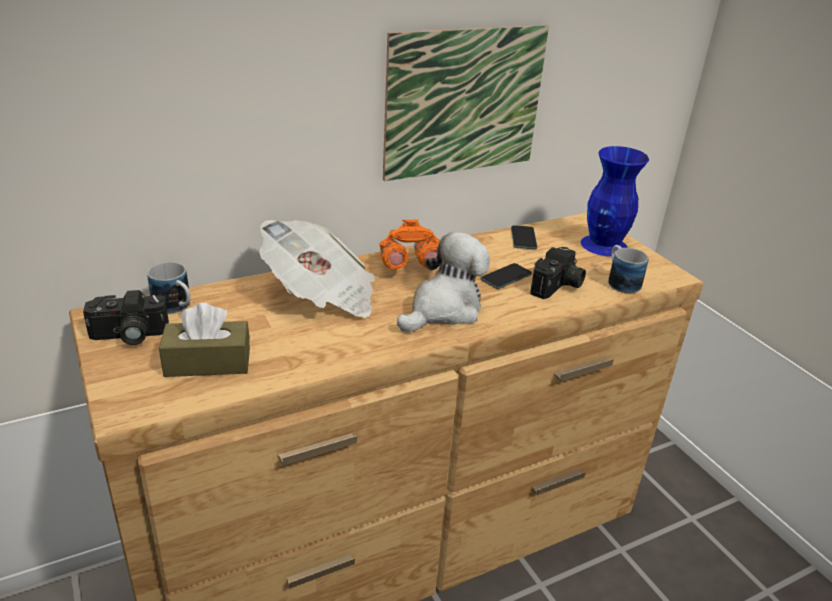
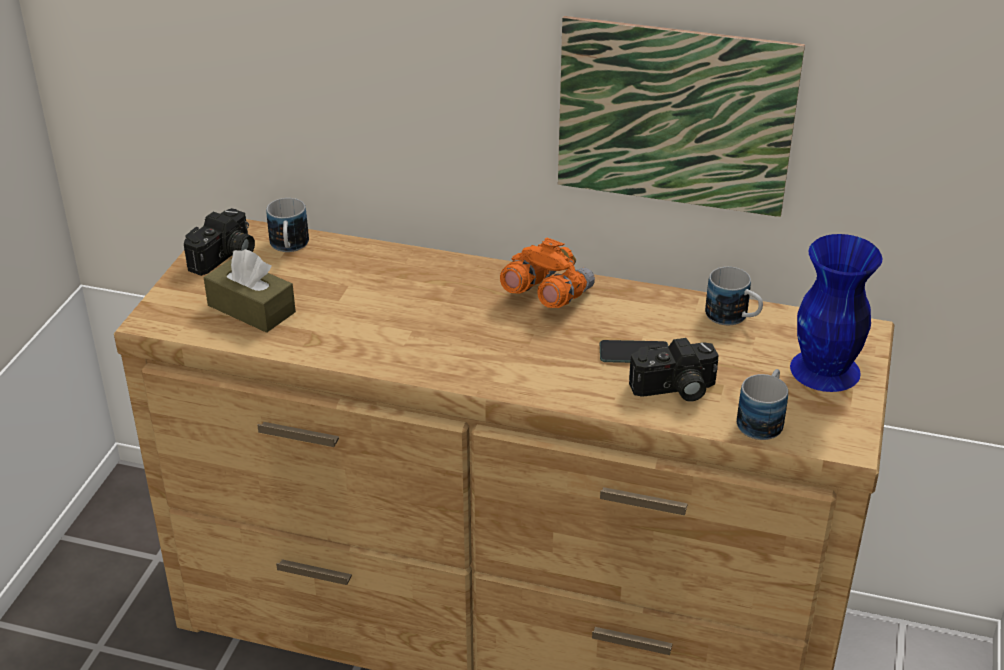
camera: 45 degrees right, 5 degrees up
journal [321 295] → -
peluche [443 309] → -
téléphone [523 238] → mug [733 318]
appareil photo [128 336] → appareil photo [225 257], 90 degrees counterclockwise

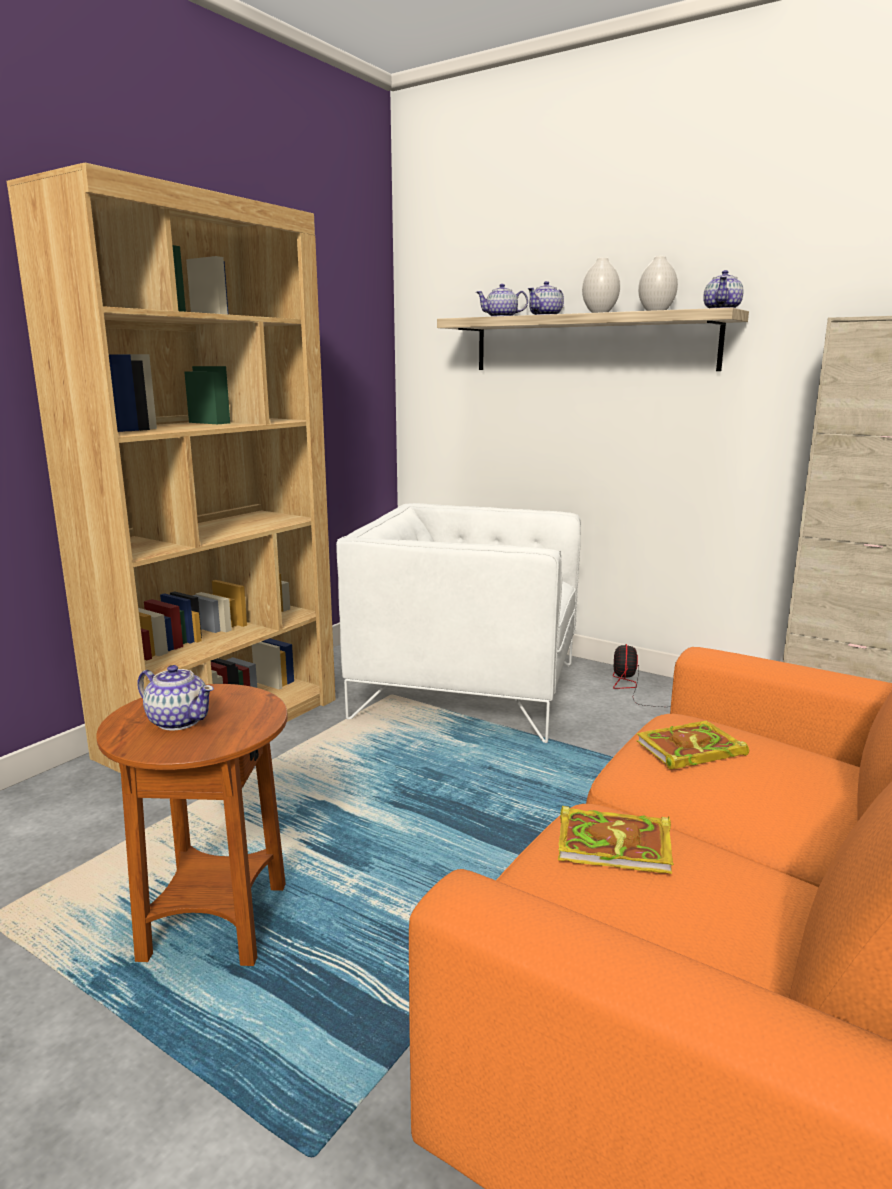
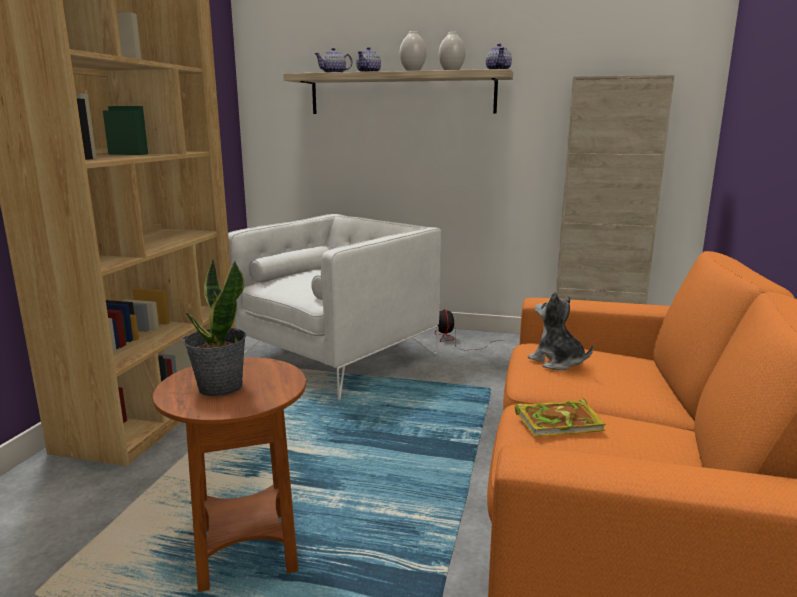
camera: 20 degrees left, 0 degrees up
théière [178 721] → plante en pot [220 387]
livre [688 751] → peluche [557 362]
fauteuil [blanc] [467 690] → fauteuil [blanc] [338 357], 135 degrees clockwise

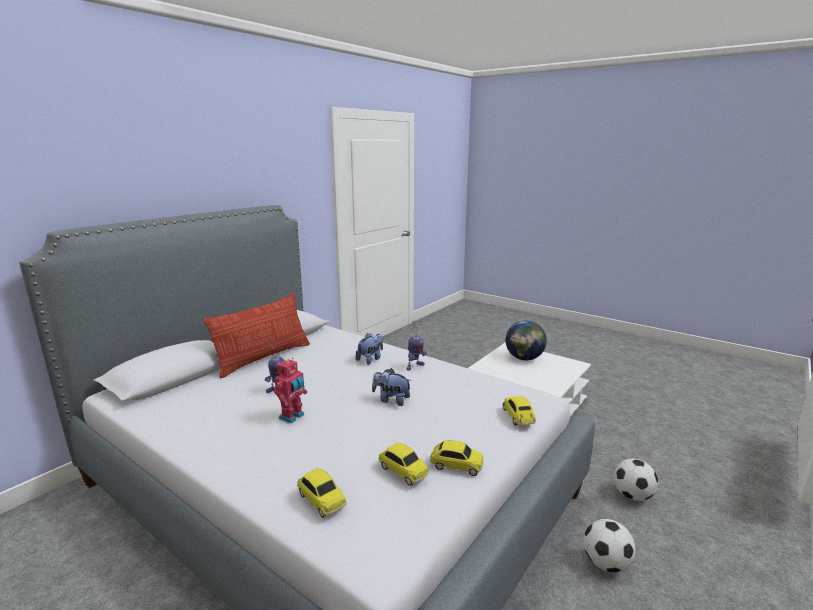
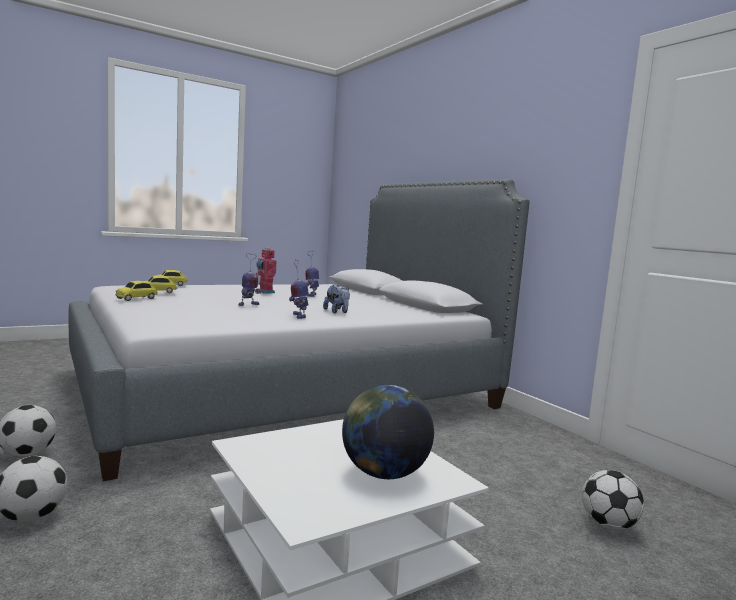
camera: 110 degrees right, 10 degrees down
coussin [263 358] → -
petite voiture [518 417] → -
- → ballon de foot [608 525]
peluche [391 400] → robot jouet [248 305]

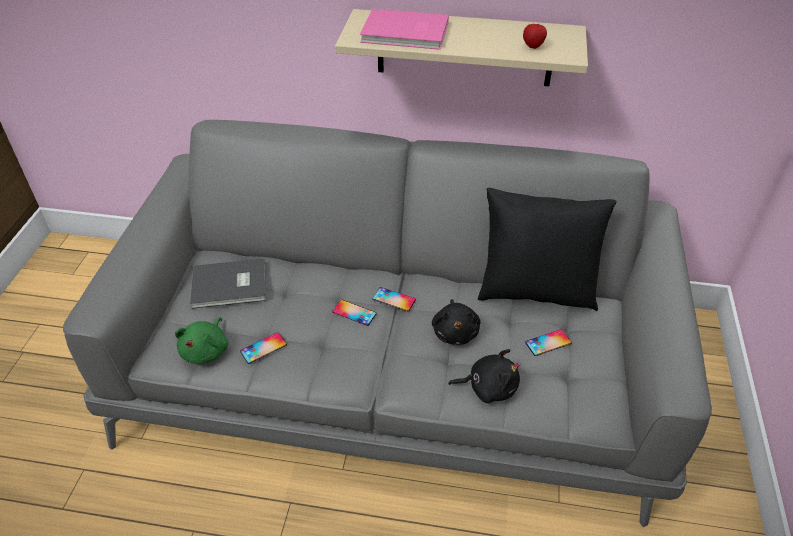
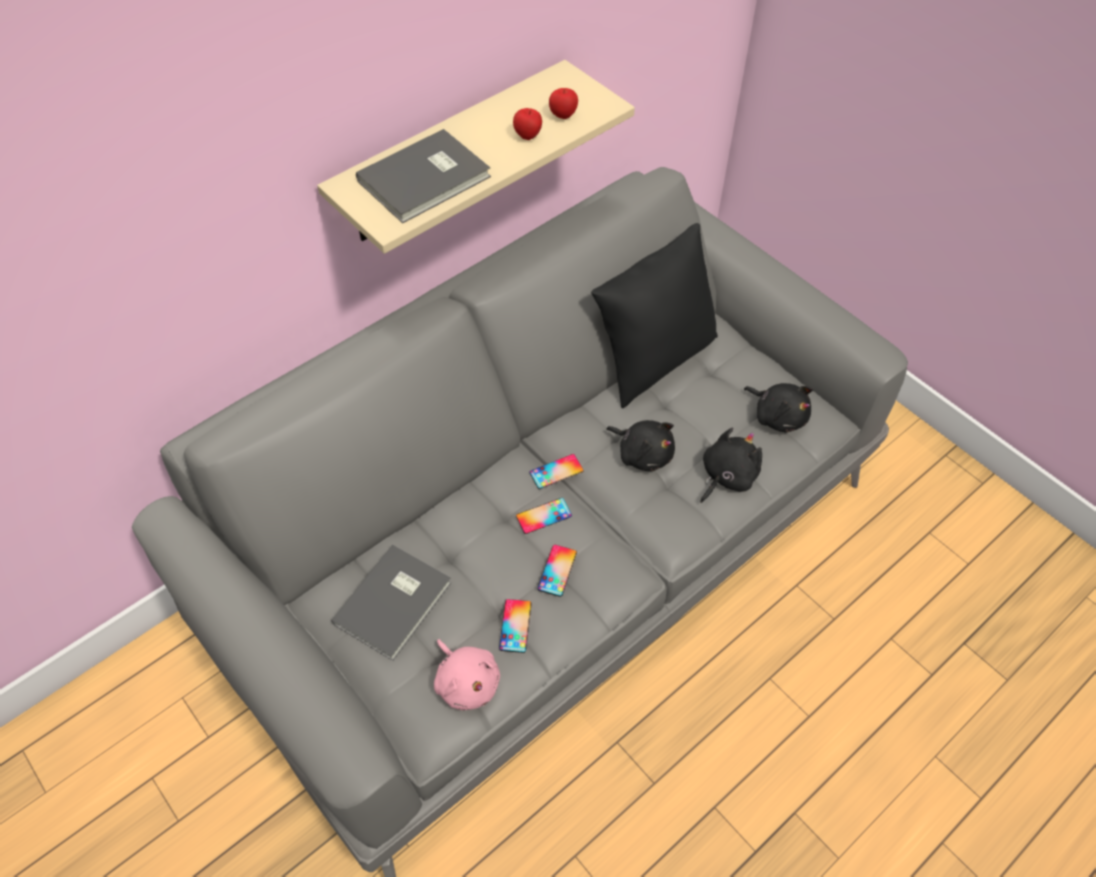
camera: 50 degrees left, 10 degrees up
- → pomme [528 136]
- → peluche [noir] [778 415]
téléphone [548 343] → téléphone [557 570], move
peluche [vert] [207 350] → peluche [rose] [466 682]
livre [rose] [406 33] → livre [gris] [427 179]

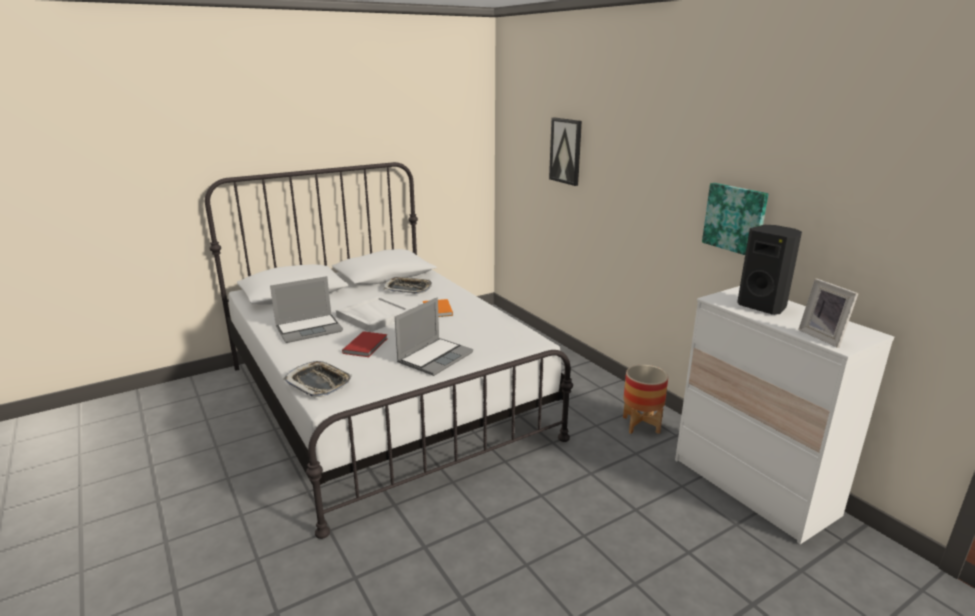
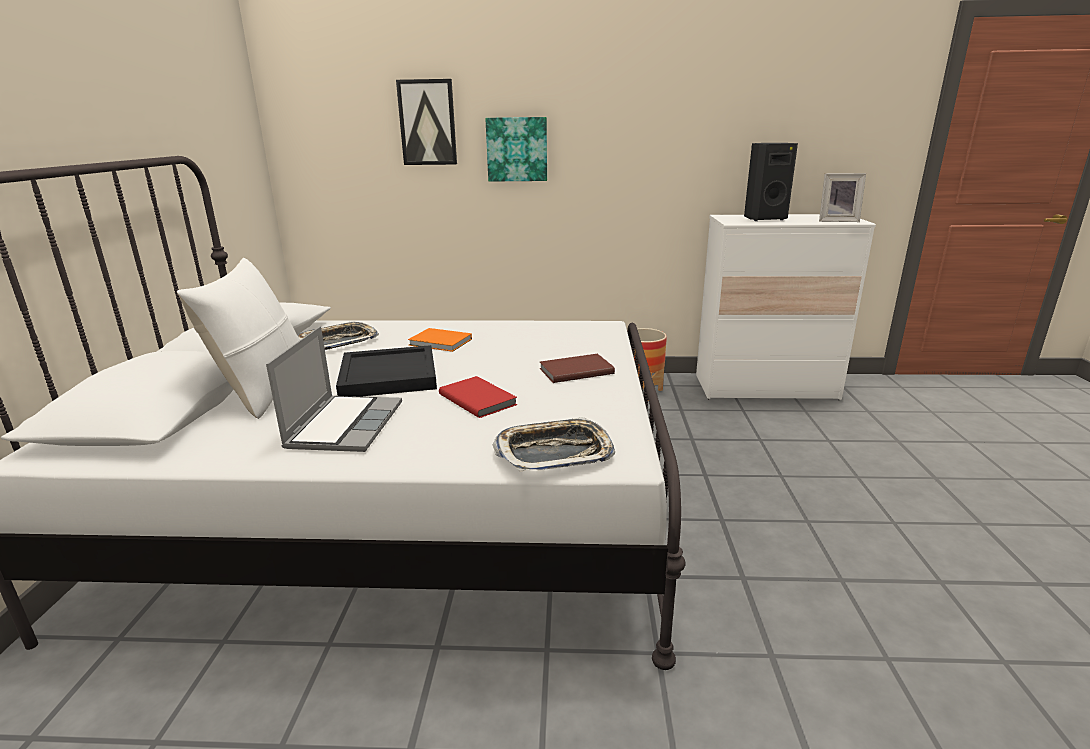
camera: 55 degrees left, 0 degrees up
- → coussin [blanc] [264 390]
tableau [735 218] → tableau [517 149], move
ordinateur portable [435 357] → livre [marron] [574 371]
plateau [blanc] [374 316] → plateau [noir] [387 376]

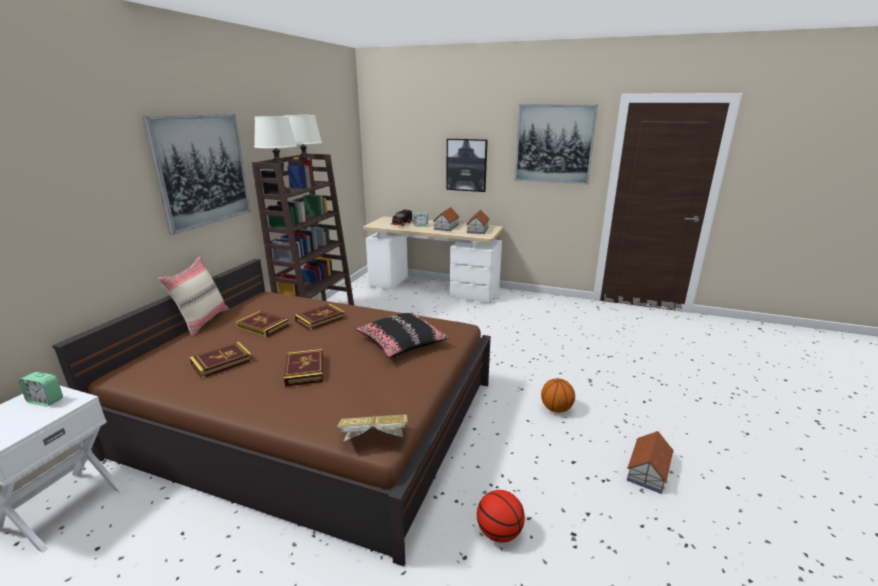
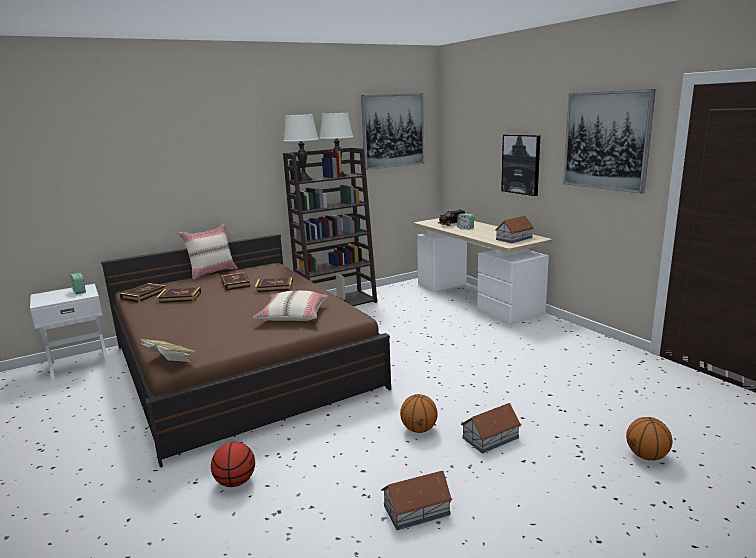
camera: 40 degrees right, 5 degrees down
- → ballon de basket [646 456]
tableau [202 170] → tableau [393 131], move
livre [305 370] → livre [144 295], move
maison miniature [446 227] → maison miniature [489 437], move
coussin [noir] [401 342] → coussin [beige] [293 315]

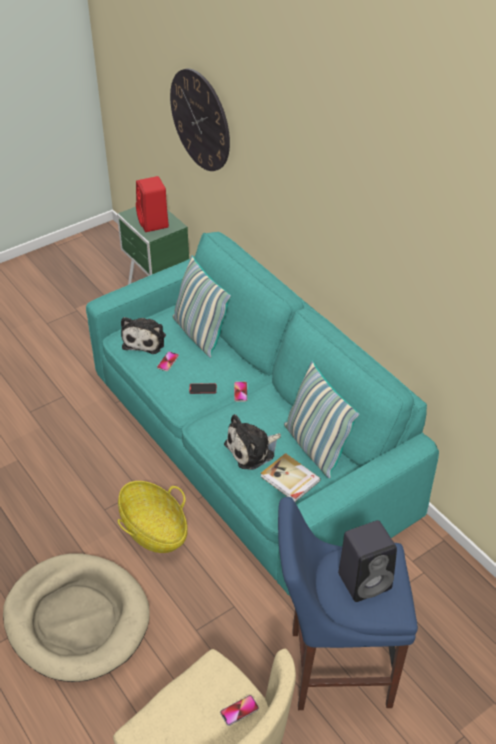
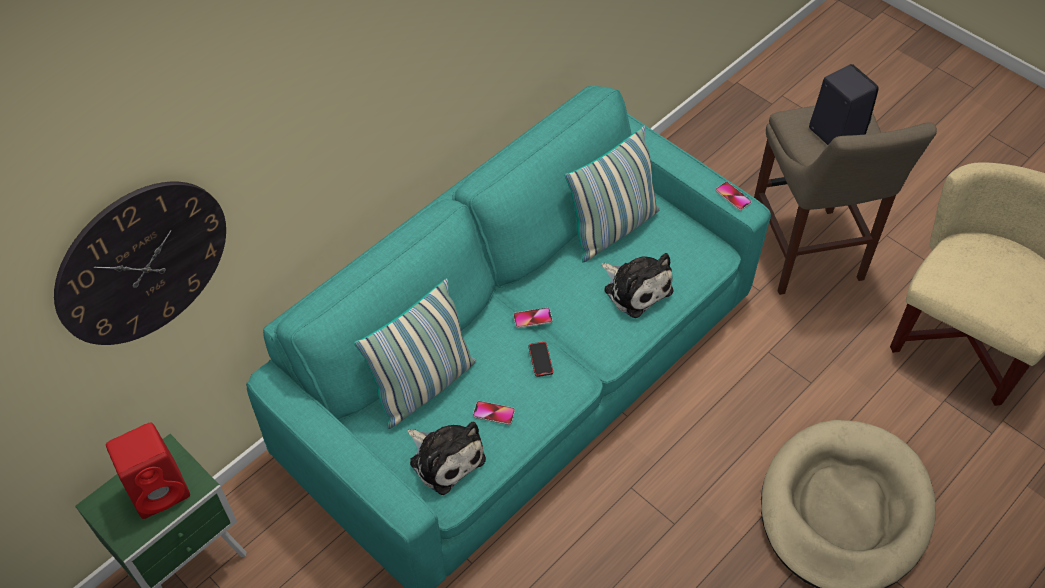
camera: 100 degrees left, 10 degrees up
panier [154 530] → -
livre [290 479] → -
téléphone [239 710] → téléphone [733 197], move
tabouret [bleu] [334 667] → tabouret [beige] [806 256]
peluche [145 340] → peluche [445 458], 45 degrees clockwise

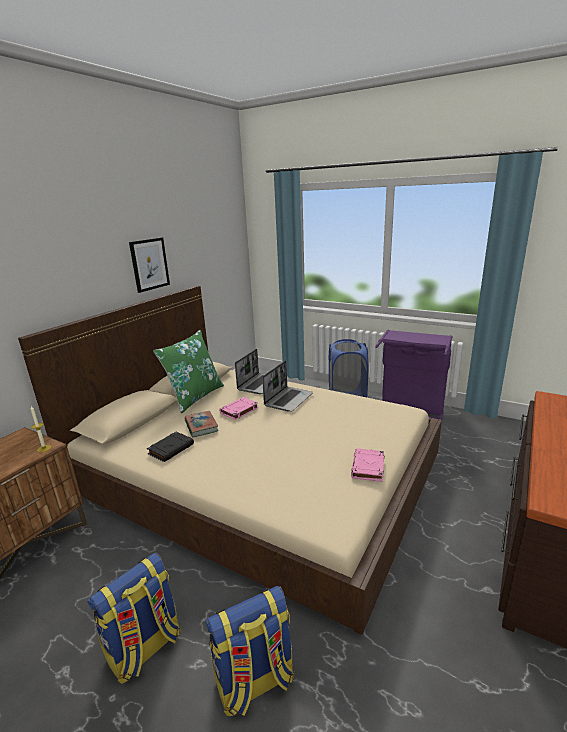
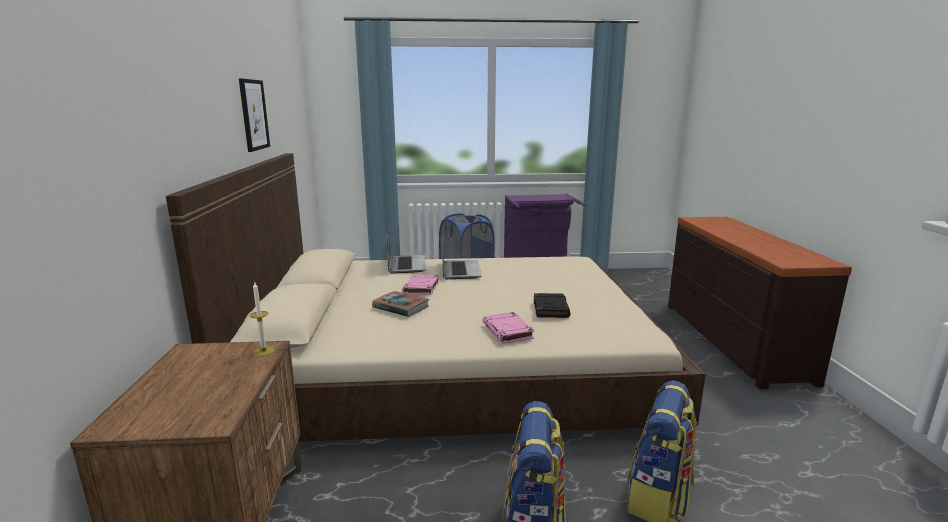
camera: 35 degrees left, 5 degrees down
coussin [vert] [195 396] → -
livre [noir] [171 449] → livre [noir] [550 308], move
livre [rose] [368 468] → livre [rose] [508 331], move

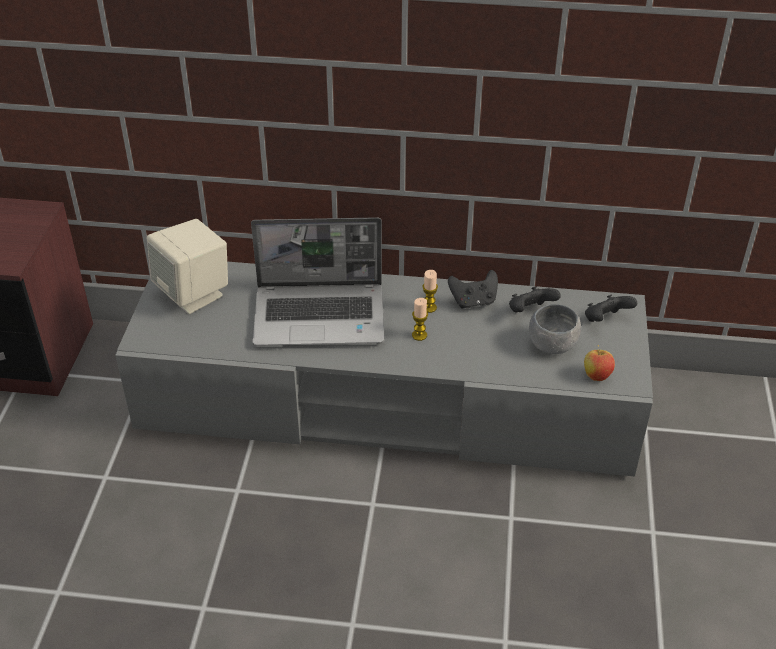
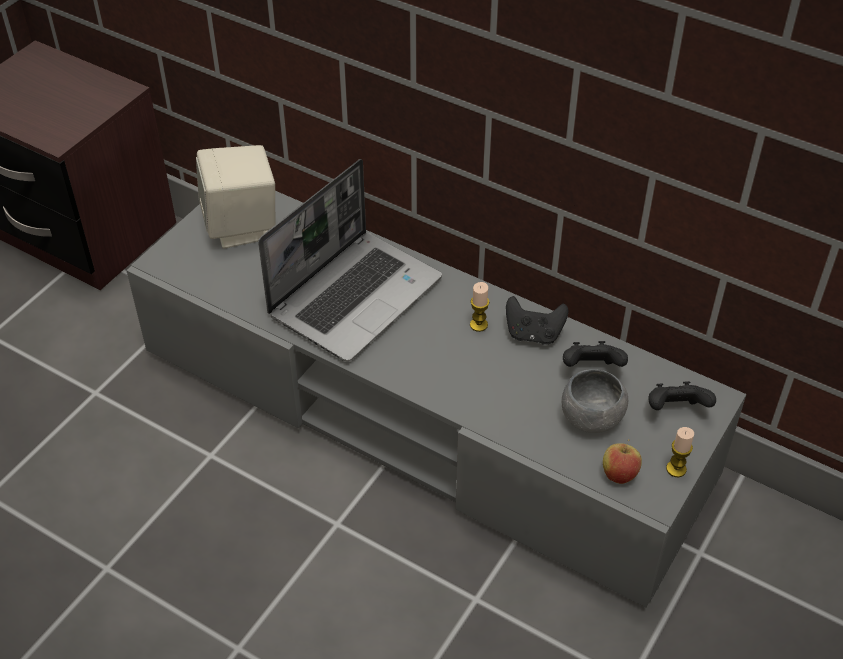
camera: 25 degrees right, 5 degrees up
bougie [419 335] → bougie [676 469], move
ordinateur portable [321 316] → ordinateur portable [355 295], 75 degrees counterclockwise

